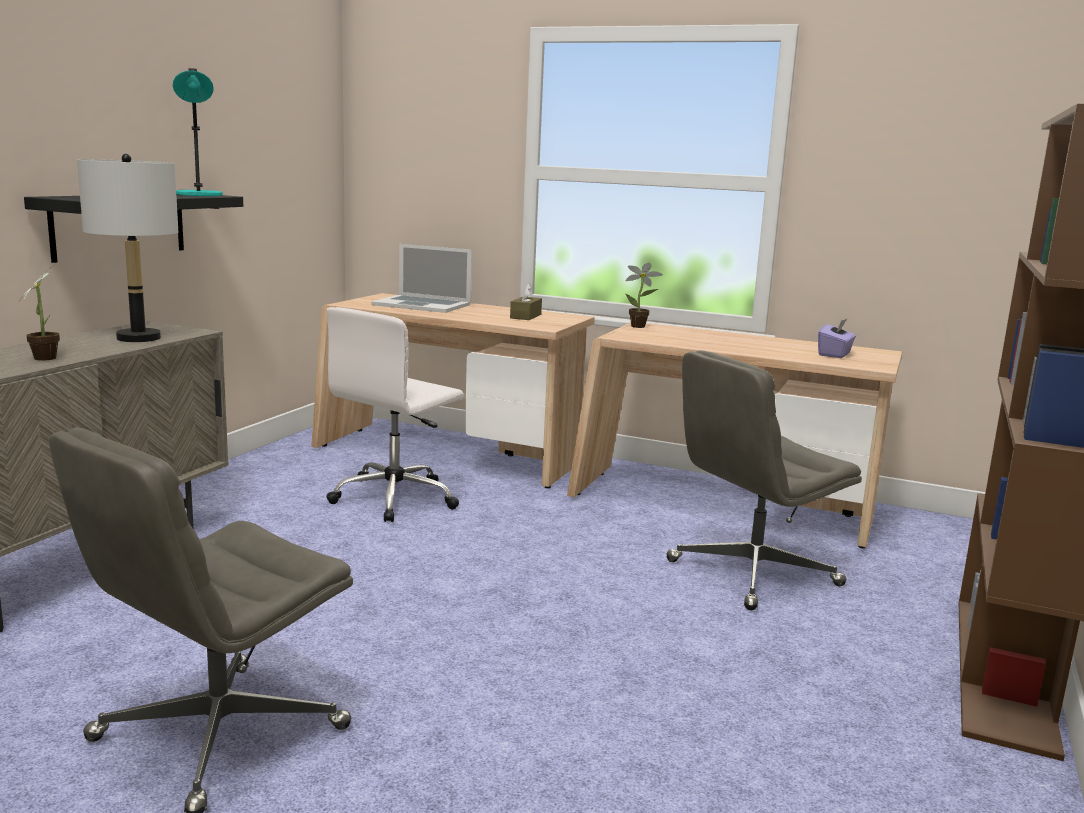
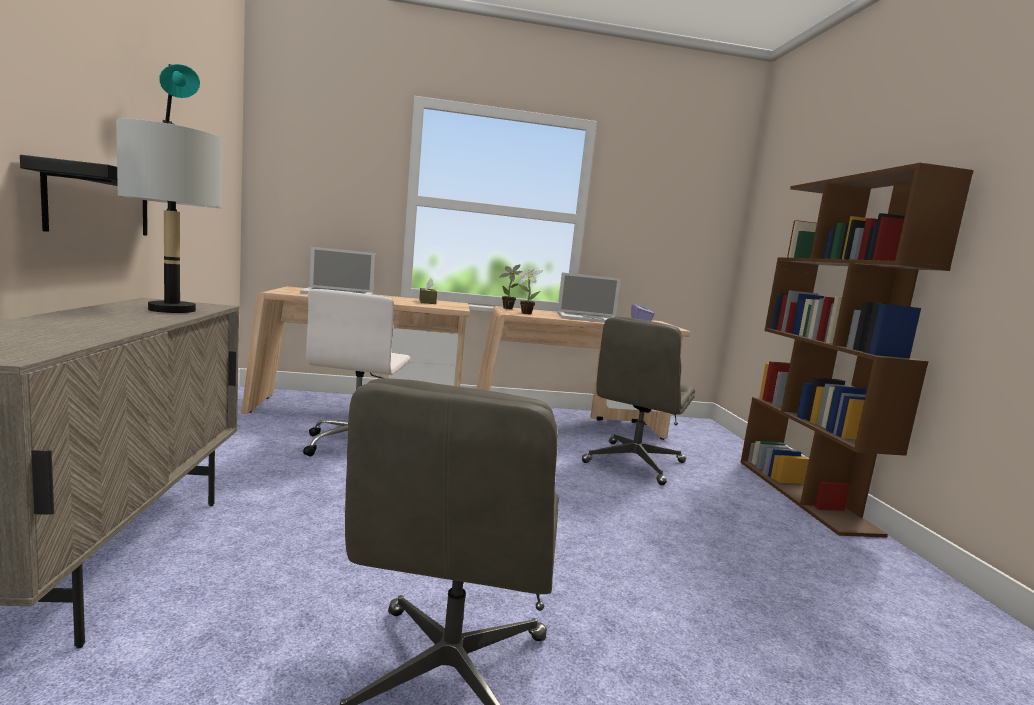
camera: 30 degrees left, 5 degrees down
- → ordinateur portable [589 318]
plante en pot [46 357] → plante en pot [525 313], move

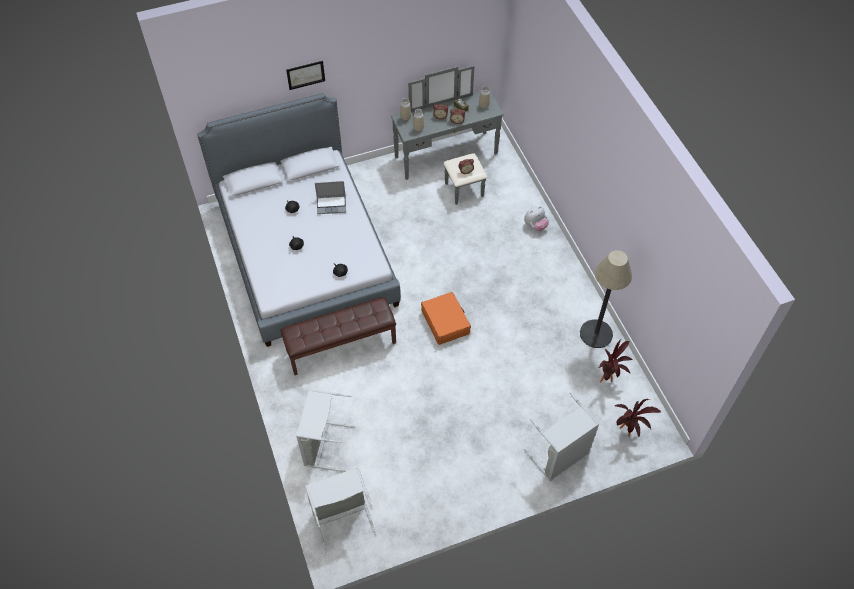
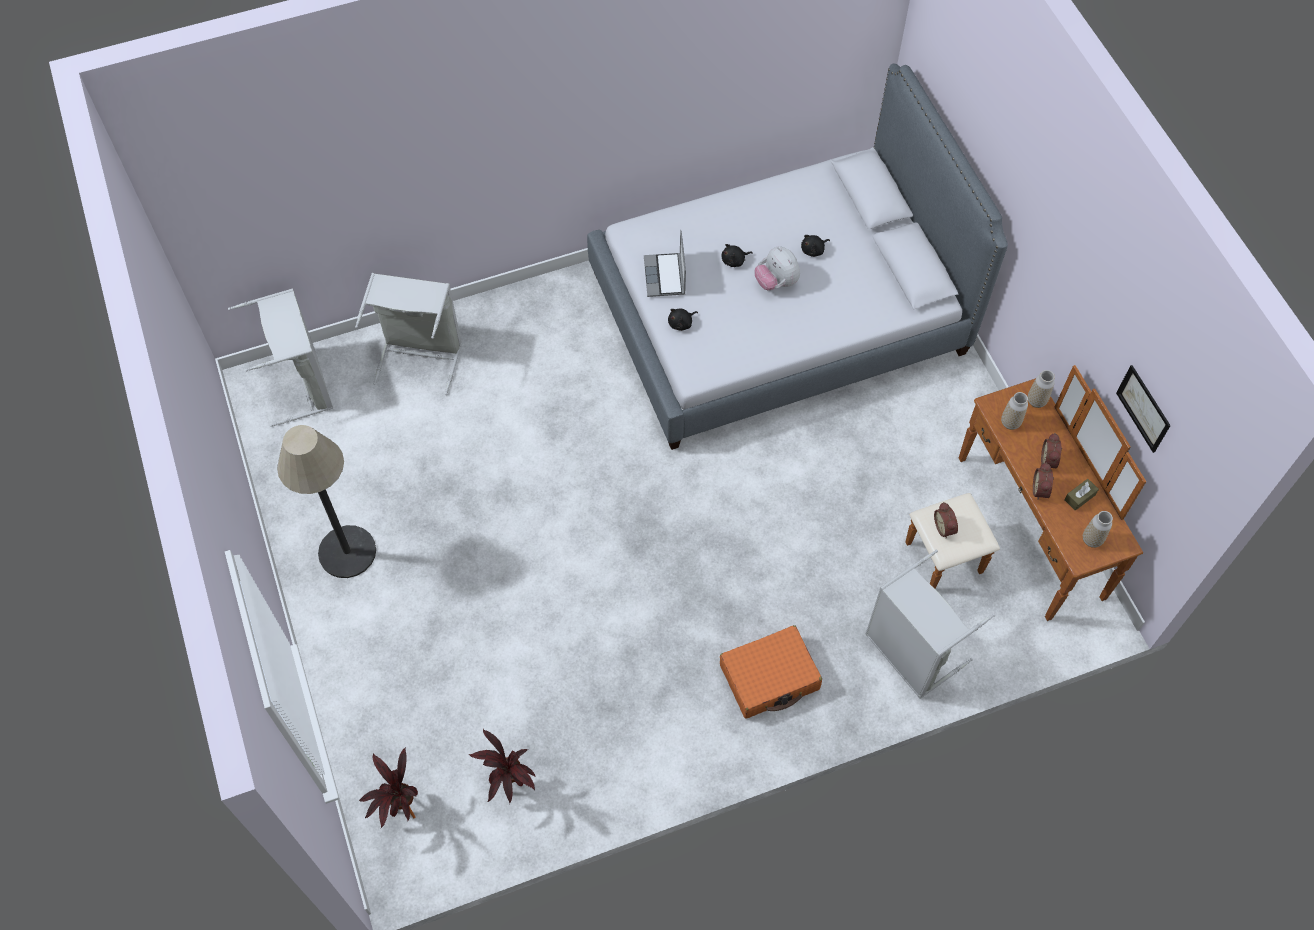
camera: 90 degrees right, 5 degrees up
banc [marron] [341 345] → -
tableau [305 75] → tableau [1143 408], move
ordinateur portable [331 205] → ordinateur portable [665 276], move
valise [orange] [445 322] → valise [orange] [769 677], move
peluche [535 225] → peluche [776 282], move
panier à linge [gris] [560 457] → panier à linge [gris] [909 653], move
lampadaire [596 334] → lampadaire [347 552], move
commode [gris] [450 163] → commode [marron] [1011 534]

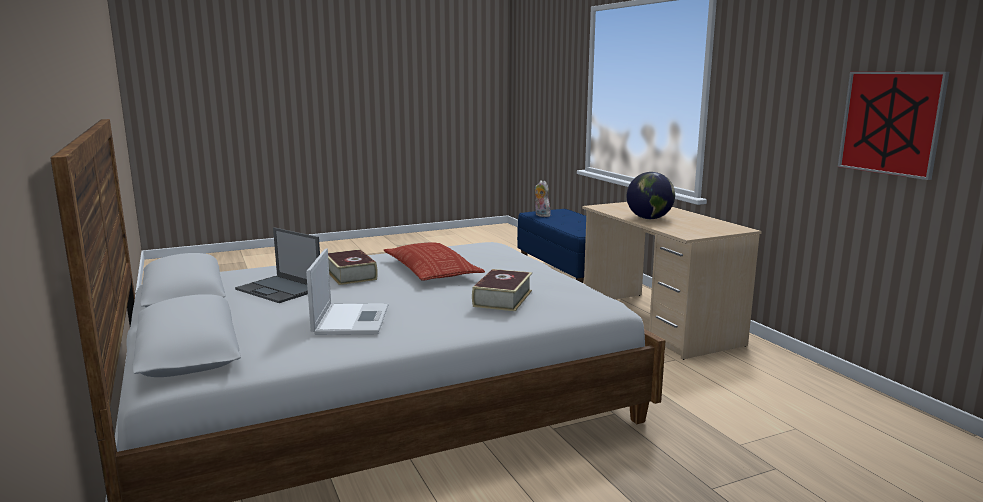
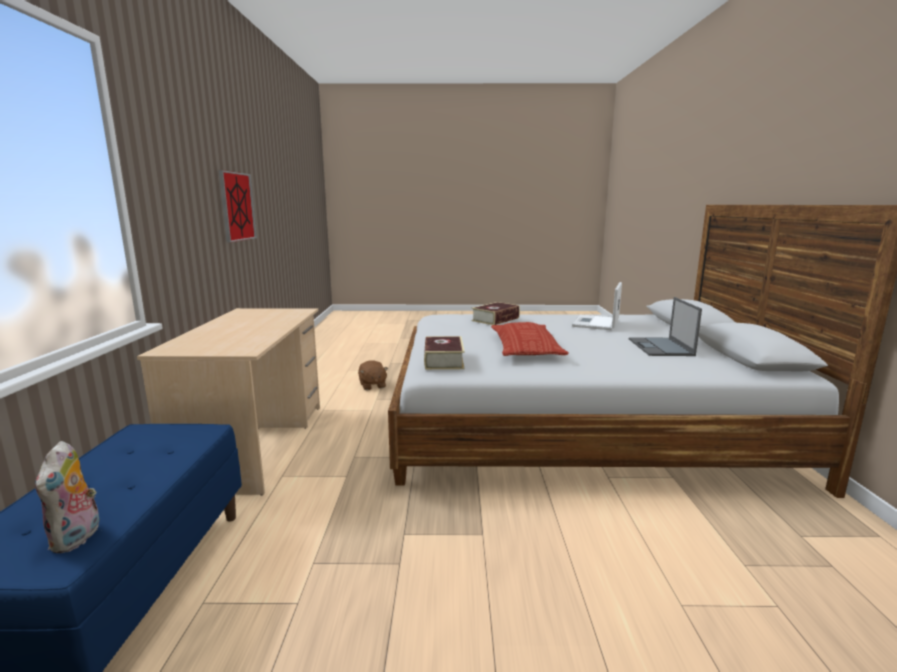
camera: 155 degrees left, 0 degrees up
globe [649 218] → -
- → peluche [marron] [372 385]
livre [350 274] → livre [443 360], move
ordinateur portable [280 289] → ordinateur portable [661 347], 150 degrees counterclockwise

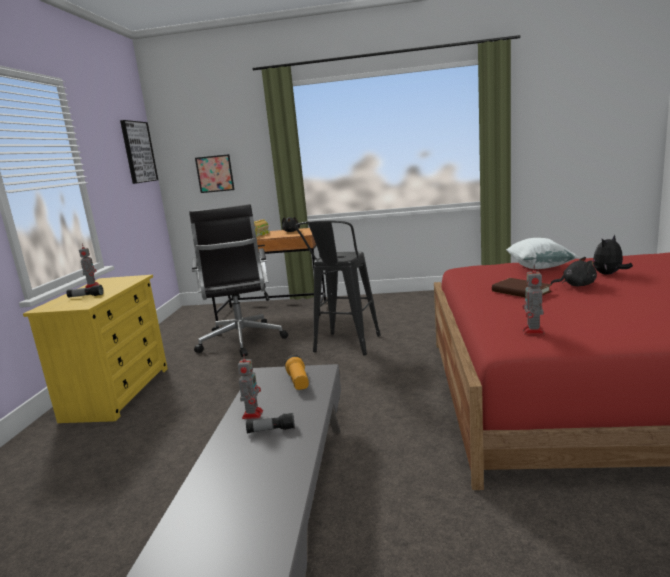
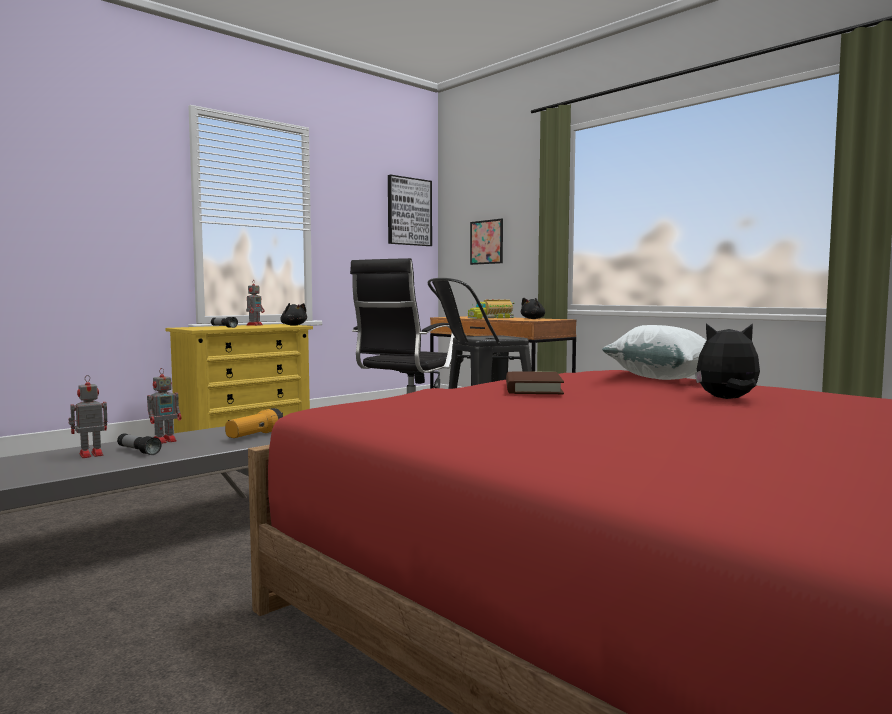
camera: 40 degrees right, 10 degrees down
robot jouet [533 332] → robot jouet [89 455], move
peluche [noir] [576 285] → peluche [noir] [293 325], move

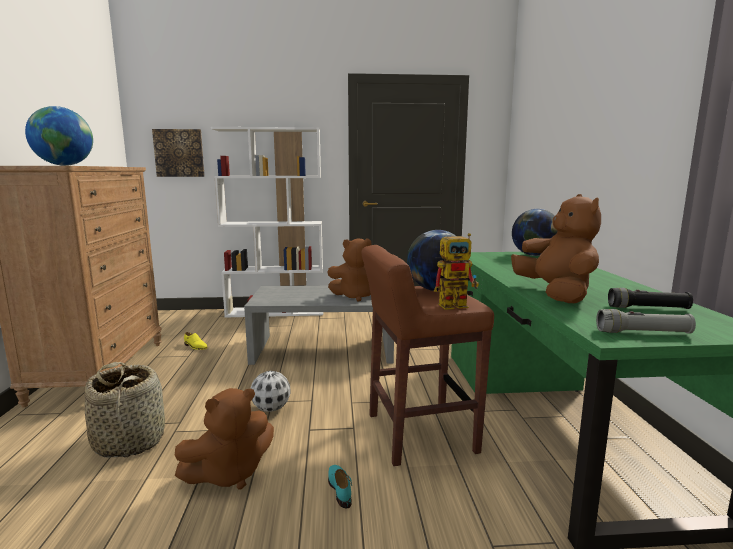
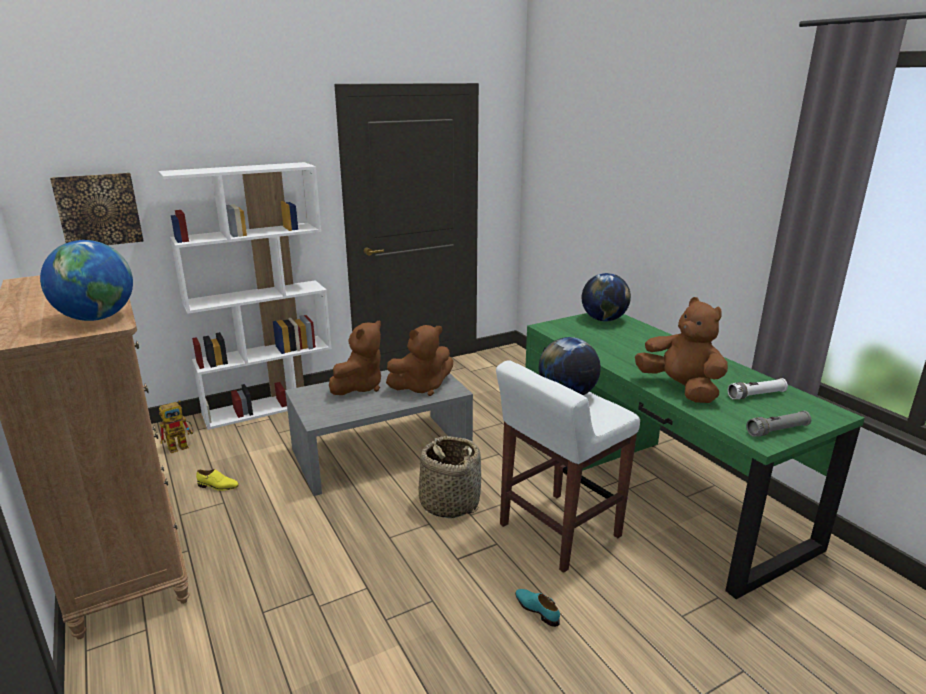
camera: 25 degrees left, 10 degrees up
ballon de foot [272 409] → -
panier [130 441] → panier [449 502], move
peluche [marron] [230 473] → peluche [marron] [360 387], move
robot jouet [458 305] → robot jouet [182 445], move
tabouret [marron] [418 433] → tabouret [blanc] [558 531]
lampe de poche [noir] [648 308] → lampe de poche [blanc] [756 395]

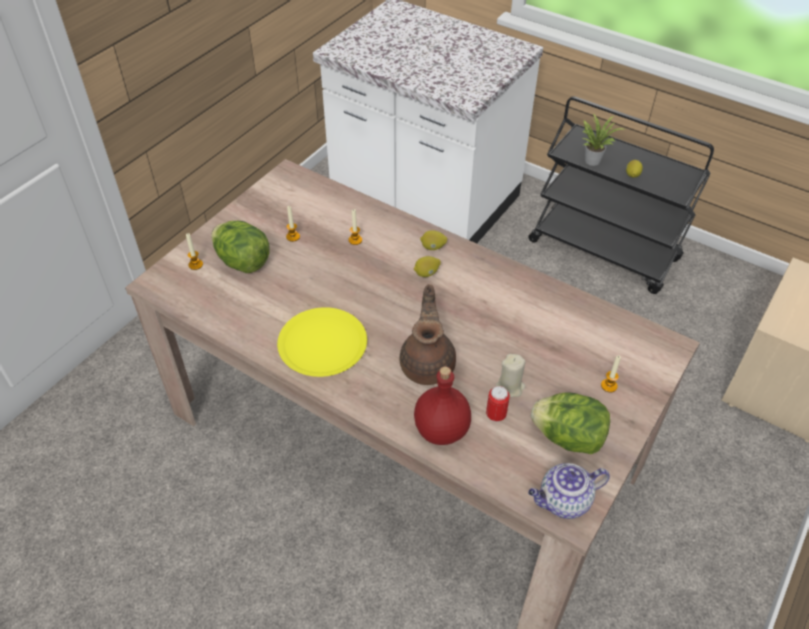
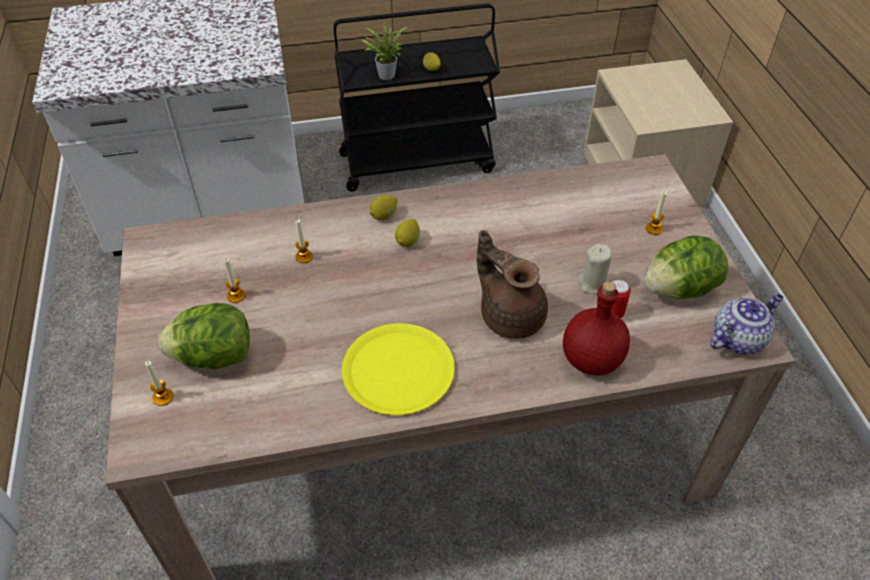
camera: 45 degrees left, 0 degrees up
théière [563 502] → théière [738 338], 150 degrees counterclockwise

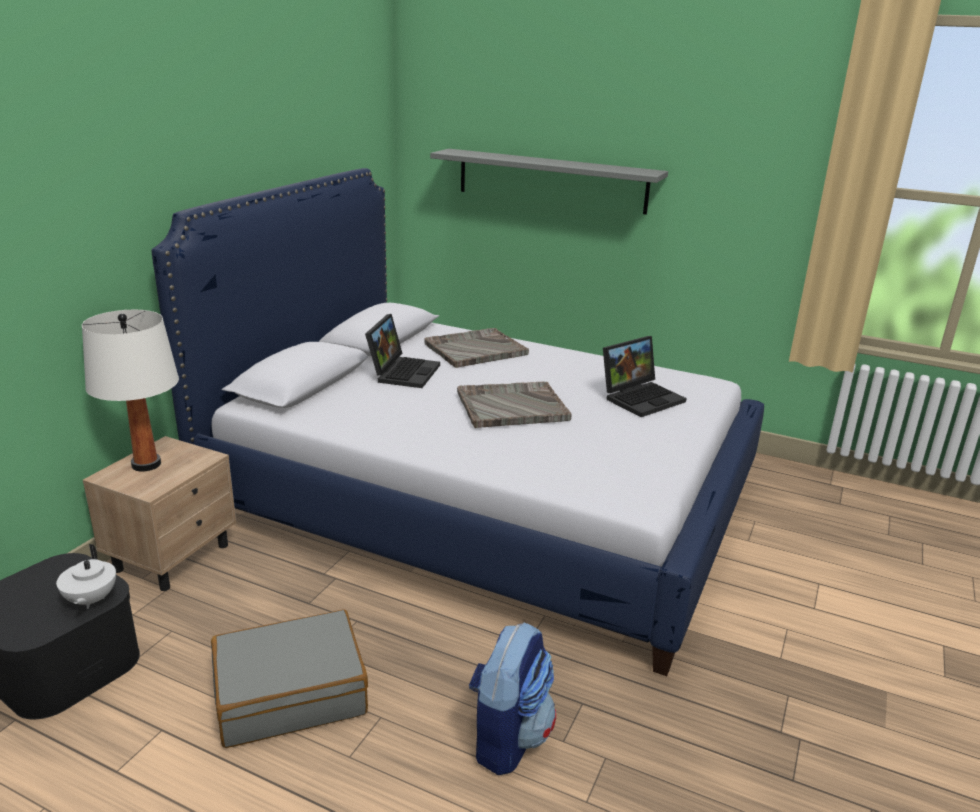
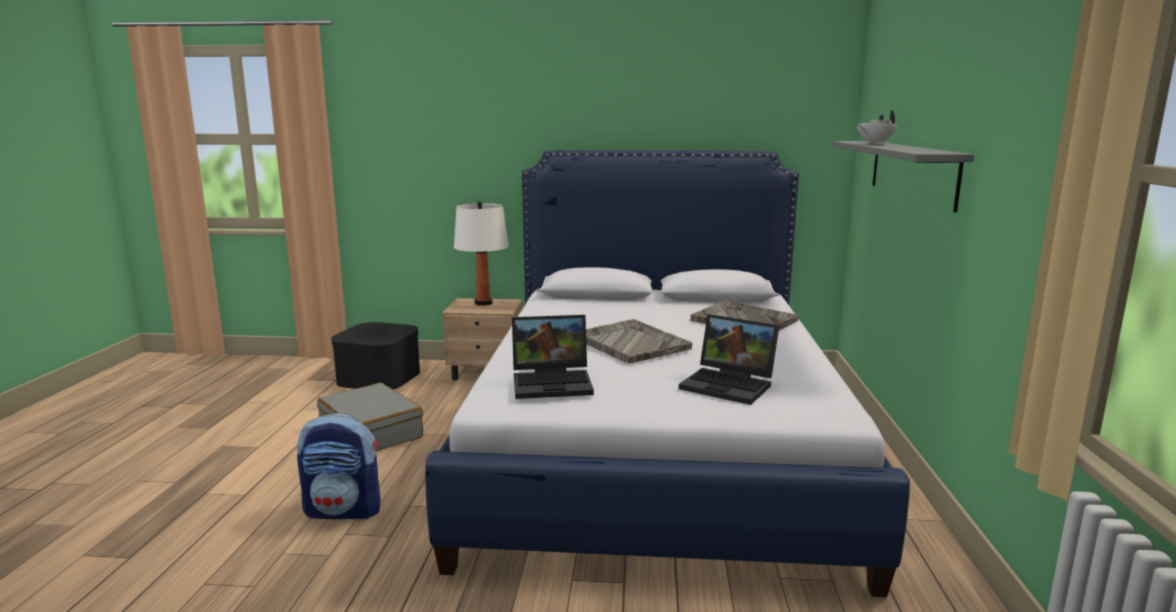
camera: 70 degrees right, 10 degrees down
théière [blanc] [90 600] → théière [blanc] [874 143], move
ordinateur portable [403 372] → ordinateur portable [554 382], move

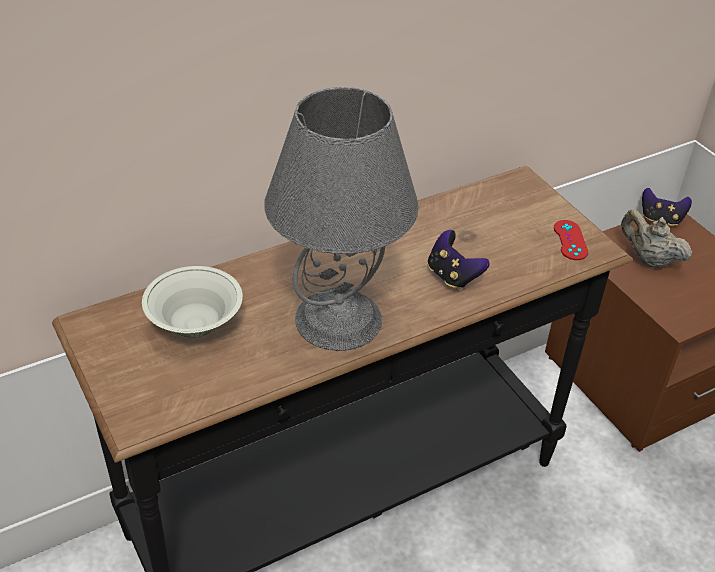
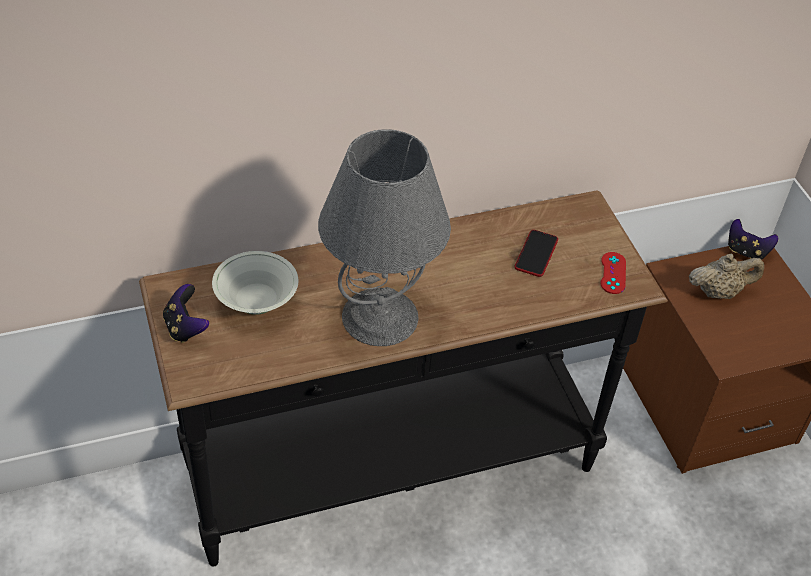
camera: 10 degrees right, 5 degrees up
- → téléphone [536 254]
manette [452 276] → manette [185 328], move
théière [beige] [648 259] → théière [beige] [719 292], 120 degrees clockwise

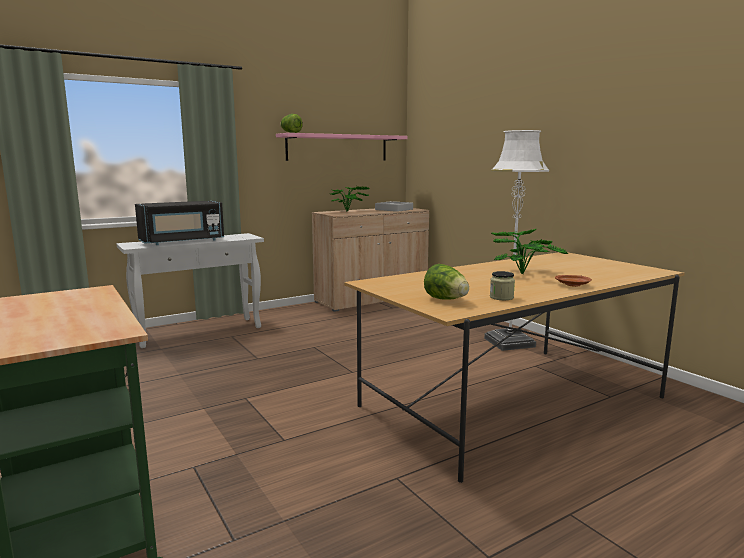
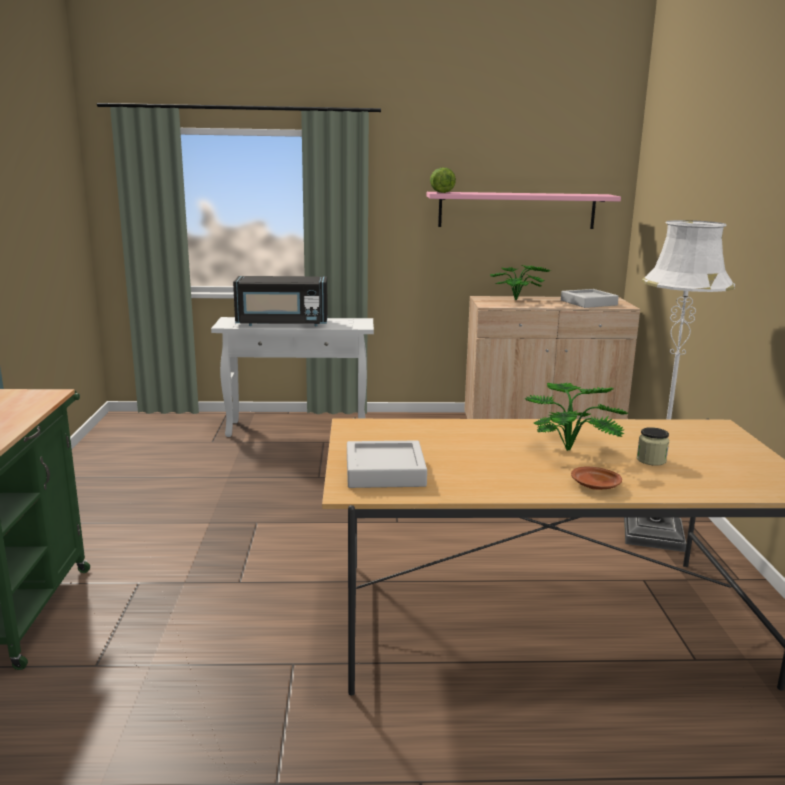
camera: 30 degrees right, 5 degrees up
bocal [501 297] → bocal [651 460], move
laitue [446 300] → plateau [gris] [385 471]

